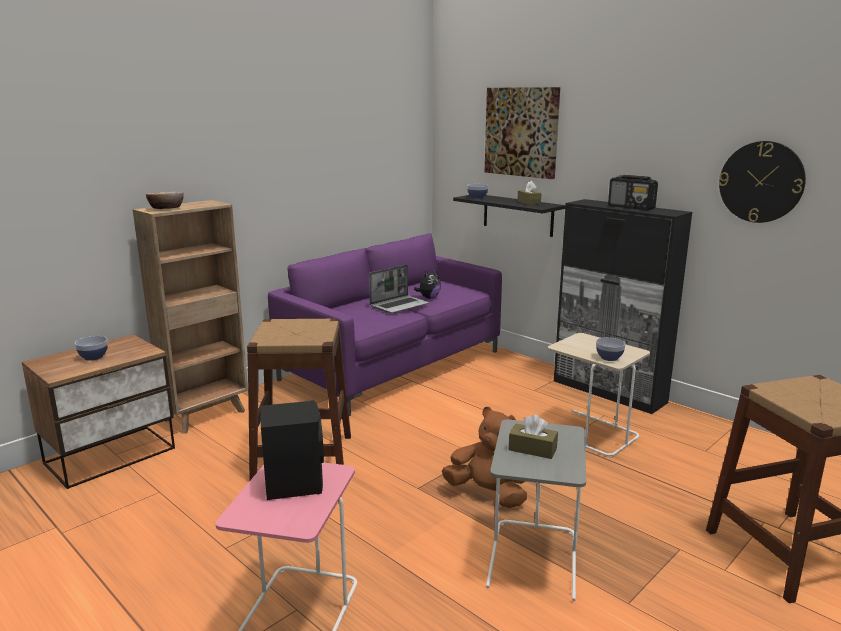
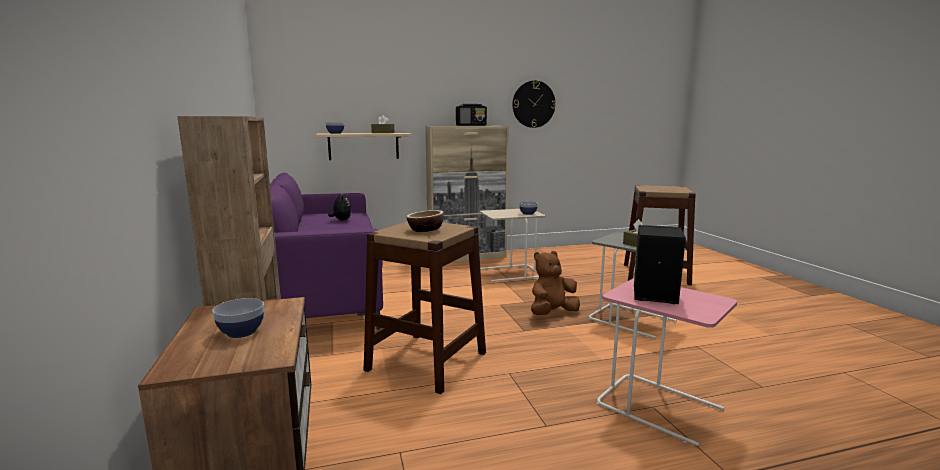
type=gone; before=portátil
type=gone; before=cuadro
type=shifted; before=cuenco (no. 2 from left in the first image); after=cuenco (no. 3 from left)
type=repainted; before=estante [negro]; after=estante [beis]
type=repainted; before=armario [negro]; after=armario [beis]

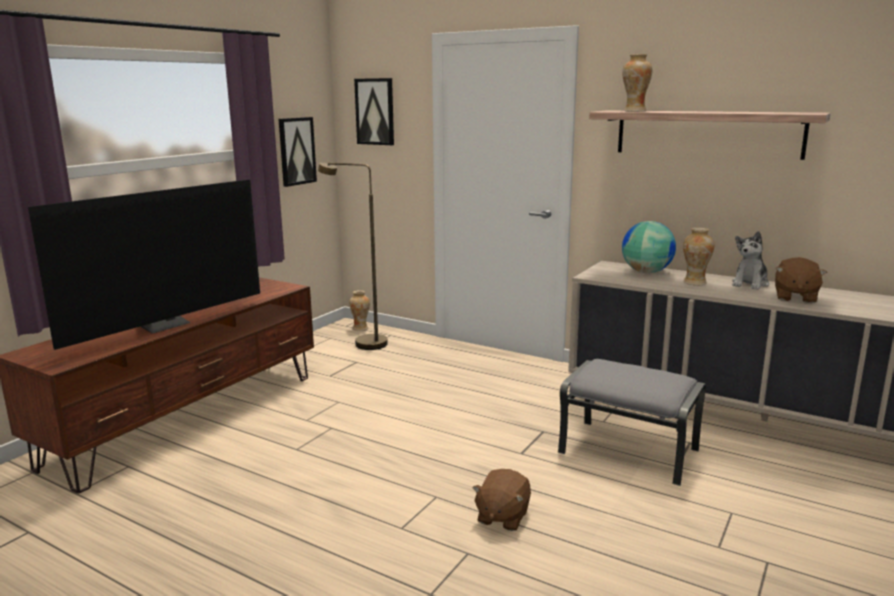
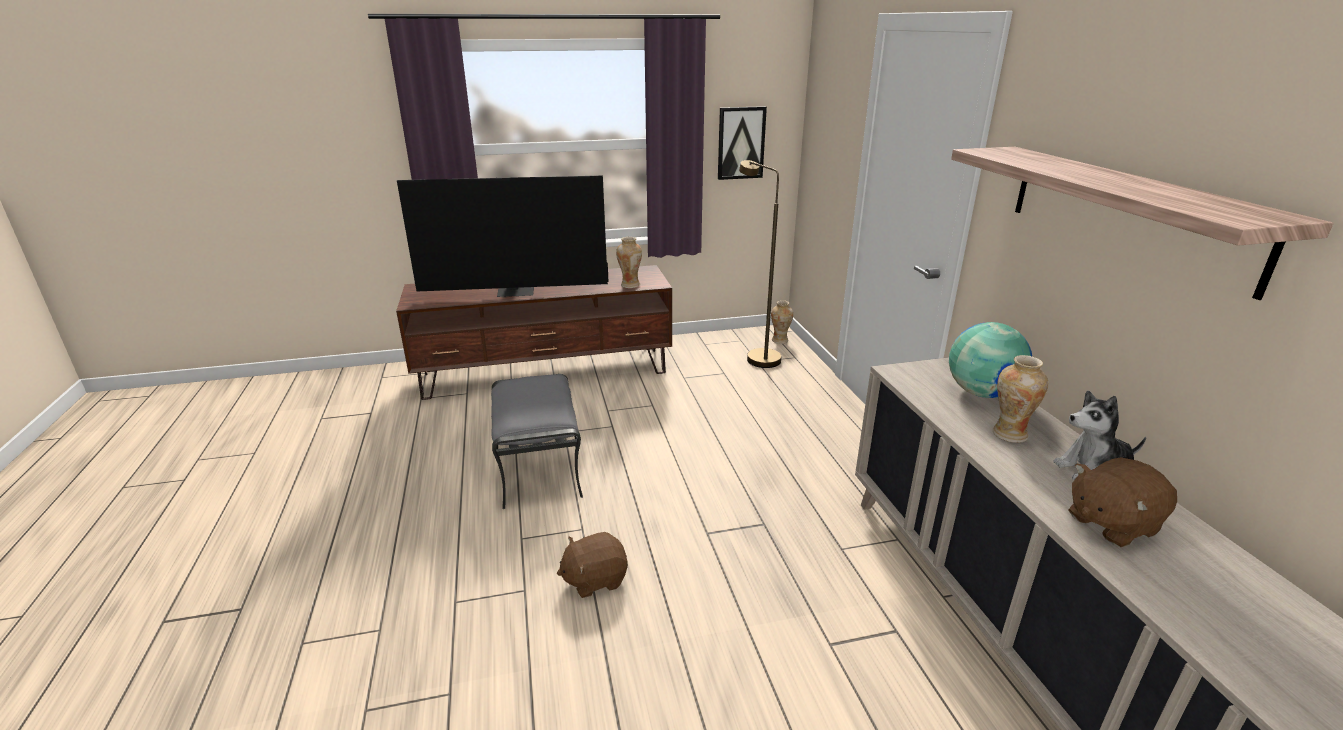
type=gone; before=cuadro (no. 2 from left)
type=shifted; before=puf [gris]
type=shifted; before=florero (no. 2 from left in the first image); after=florero (no. 1 from left)

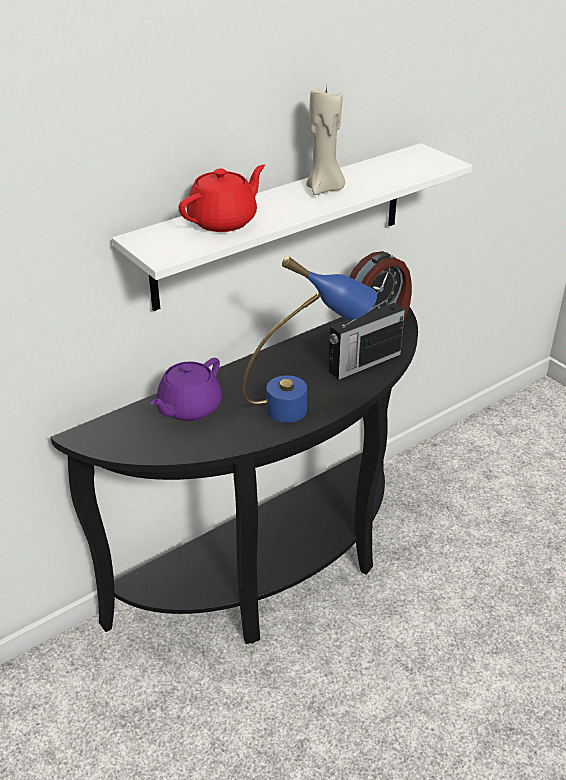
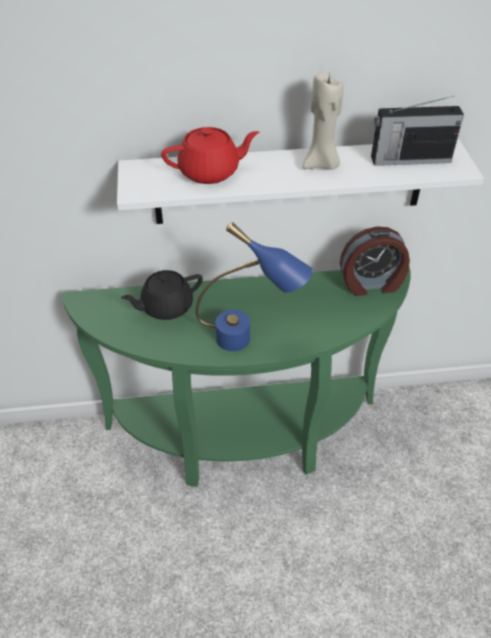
type=shifted; before=radio
type=repainted; before=mesa consola [negro]; after=mesa consola [verde]
type=repainted; before=tetera [morado]; after=tetera [negro]

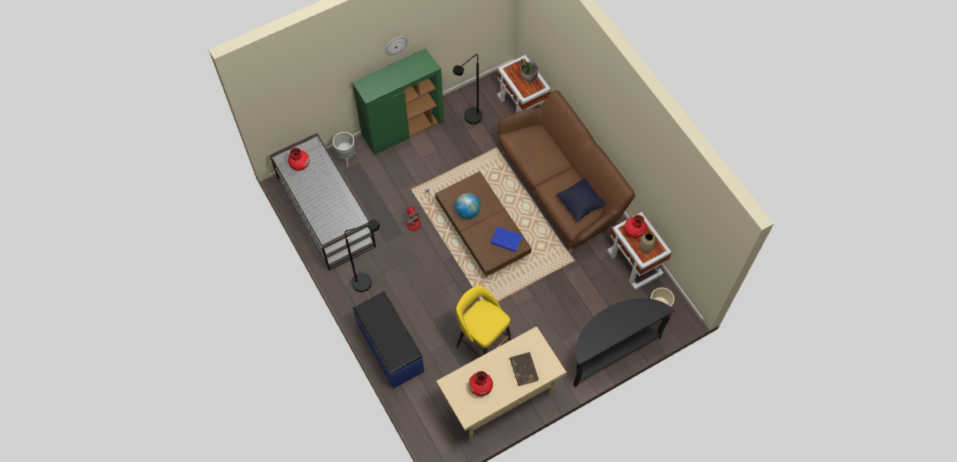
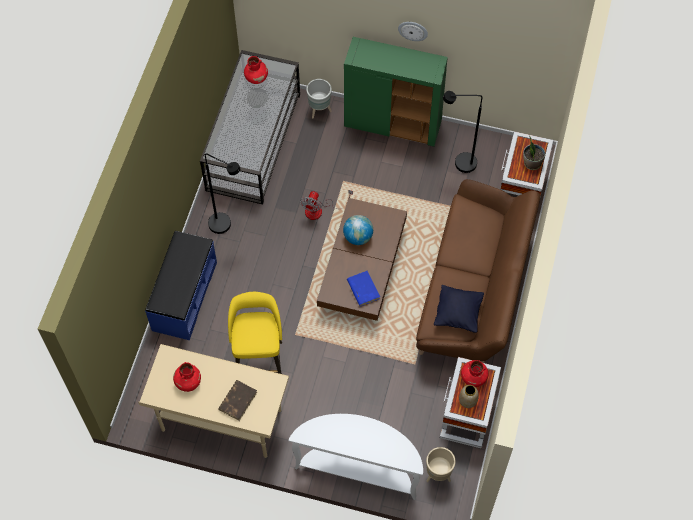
type=repainted; before=mesa consola [negro]; after=mesa consola [blanco]

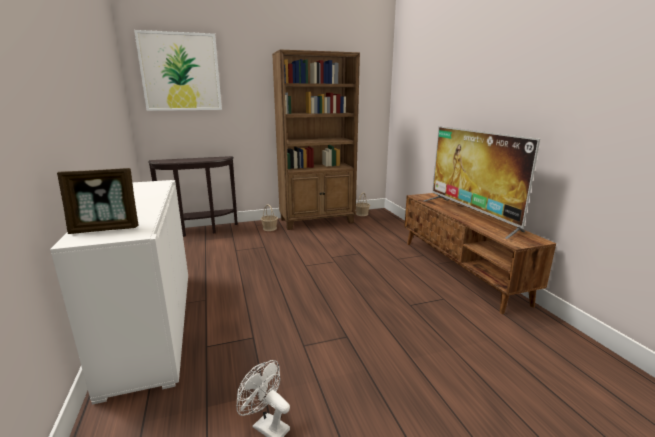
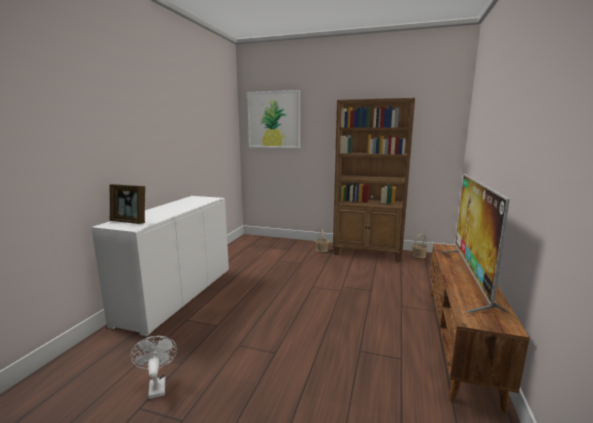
type=gone; before=mesa consola [marrón]

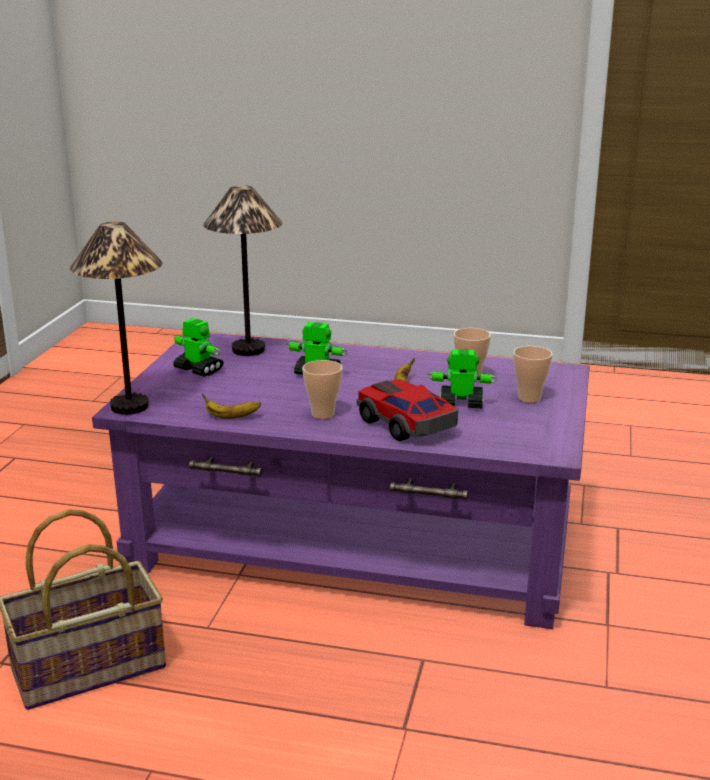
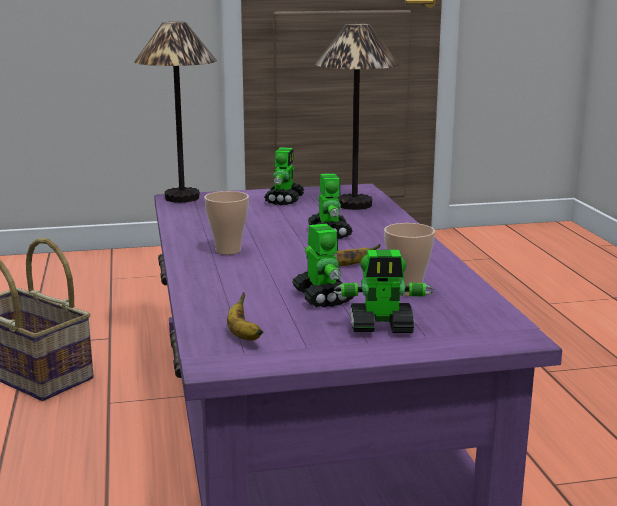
type=gone; before=coche de juguete
type=shifted; before=plátano (no. 1 from left)
type=swapped; before=taza (no. 3 from left); after=robot de juguete (no. 4 from left)

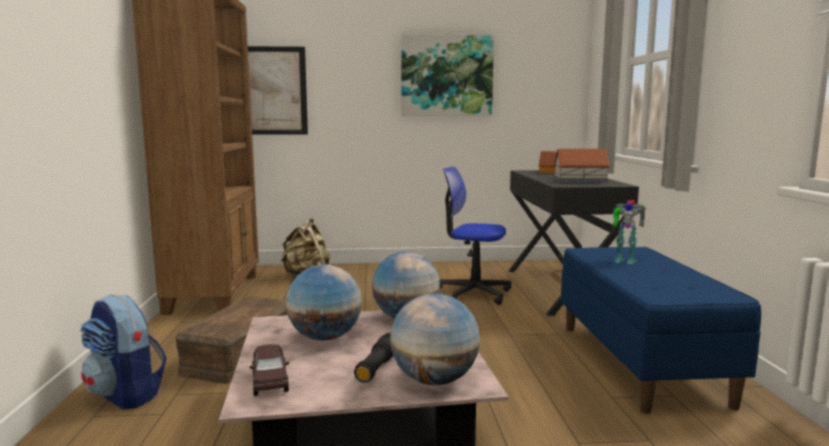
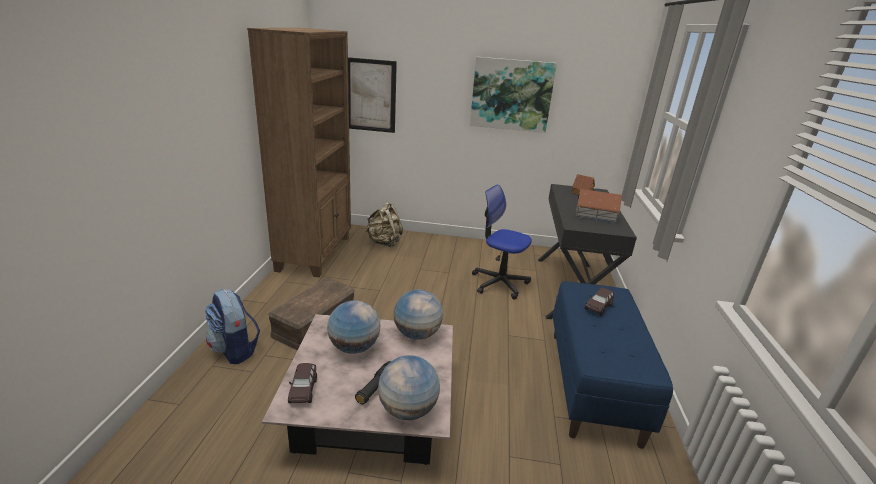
type=swapped; before=robot de juguete; after=coche de juguete [marrón] (no. 2 from left)

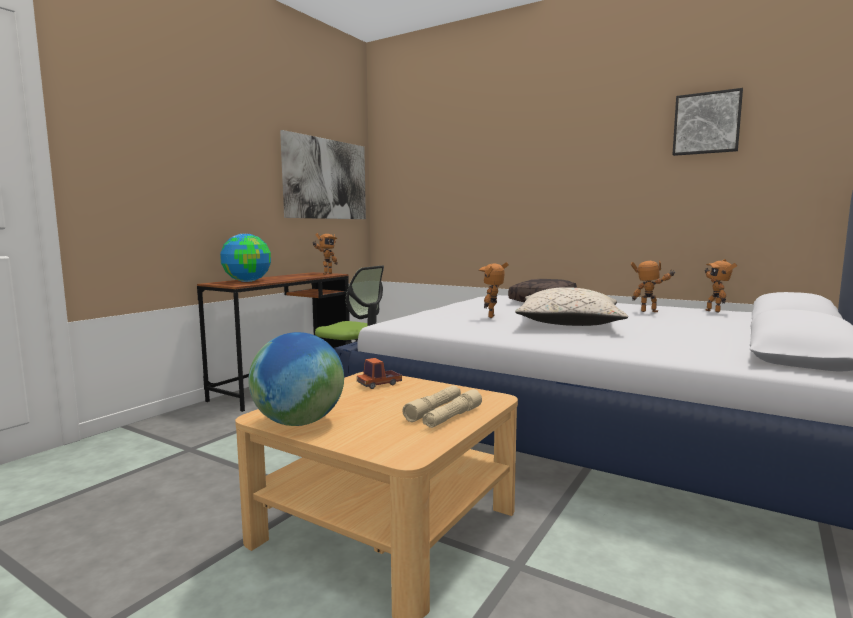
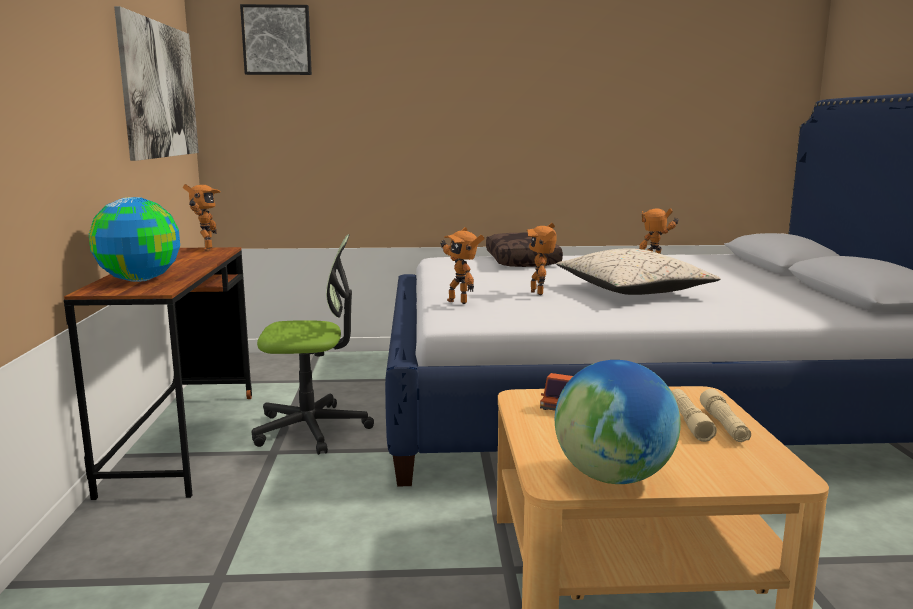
type=shifted; before=cuadro (no. 2 from left)
type=shifted; before=robot de juguete (no. 4 from left in the first image); after=robot de juguete (no. 2 from left)

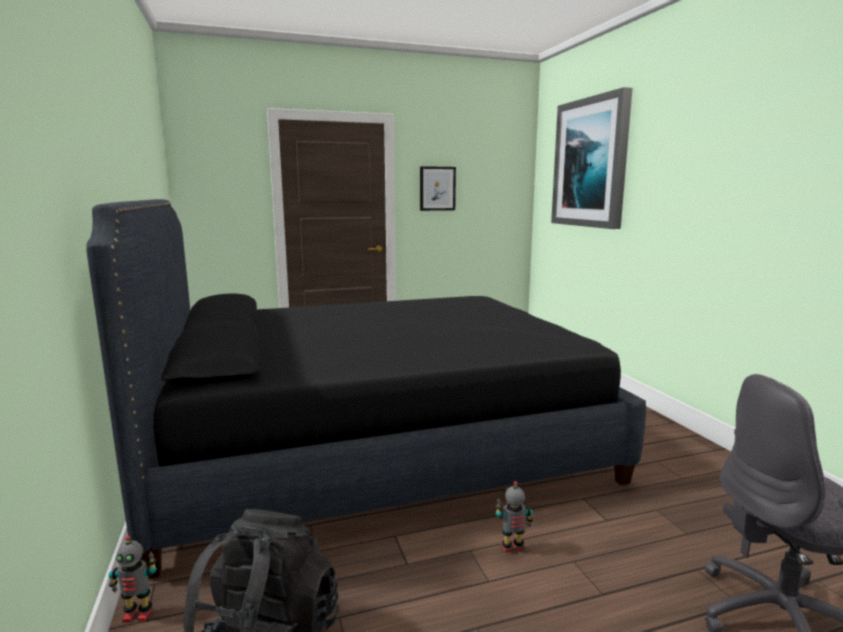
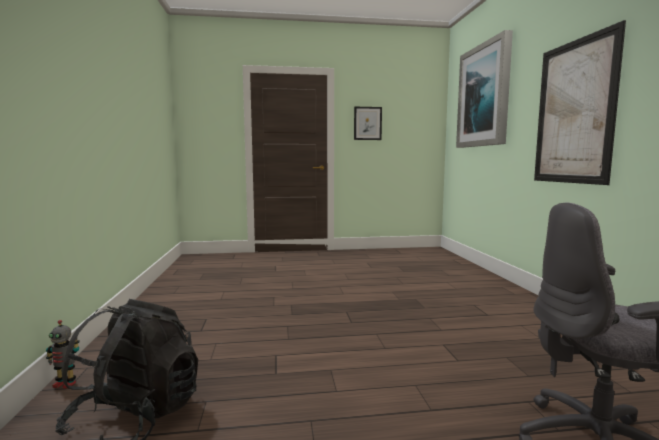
type=gone; before=cama [negro]
type=gone; before=robot de juguete (no. 2 from left)
type=new; after=cuadro (no. 3 from left)

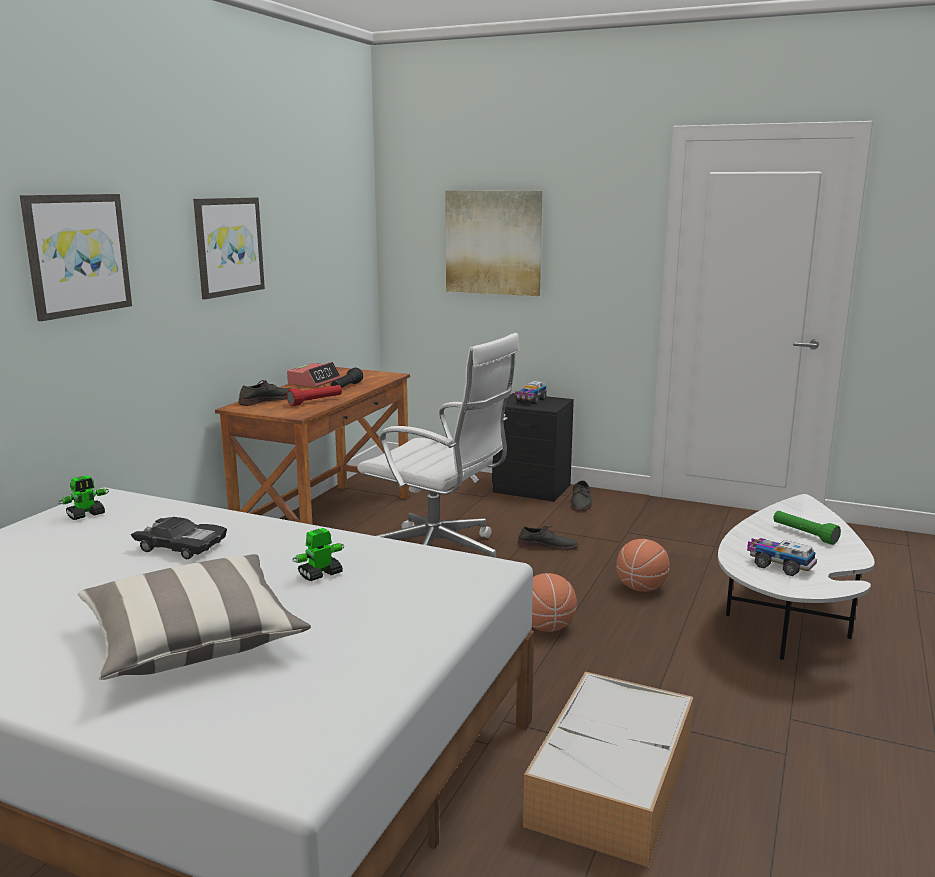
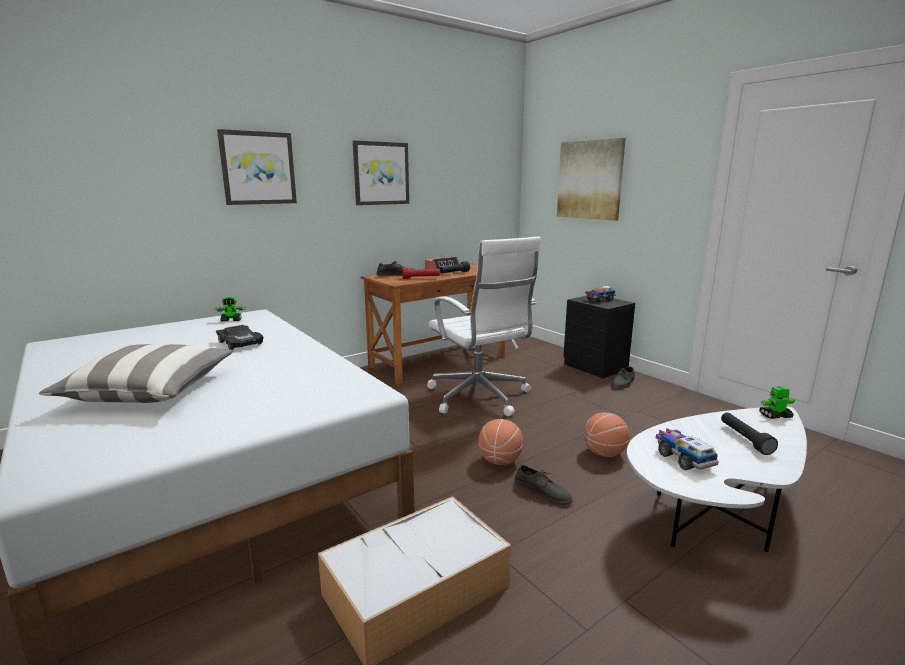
type=shifted; before=robot de juguete (no. 2 from left)
type=shifted; before=zapato [gris] (no. 2 from left)
type=repainted; before=linterna [verde]; after=linterna [negro] (no. 2 from left)

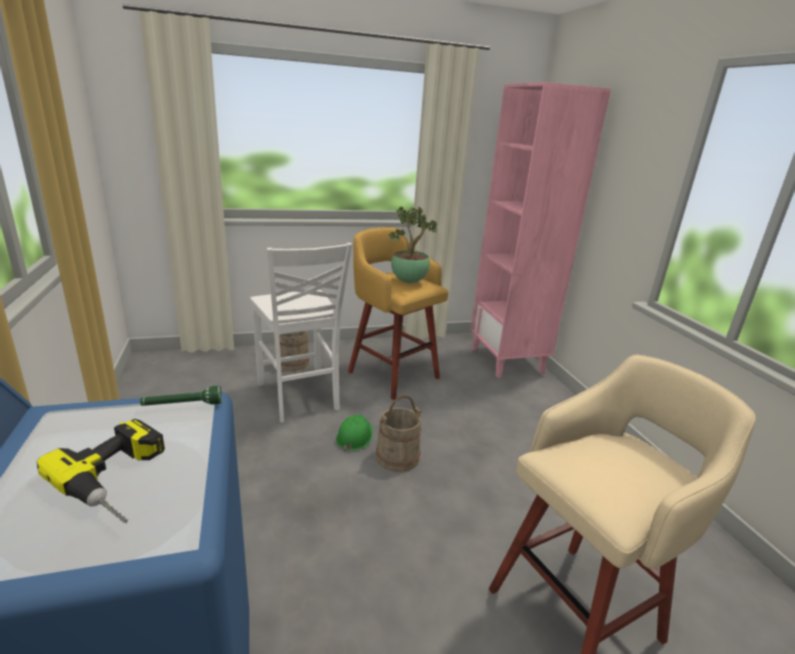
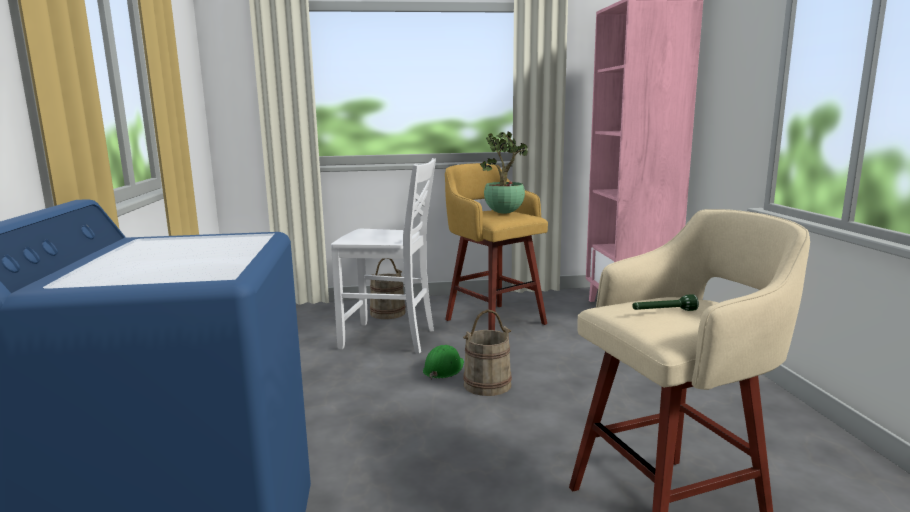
type=gone; before=taladro
type=shifted; before=linterna [verde]
type=rotated; before=silla [blanco]; turn=-60

